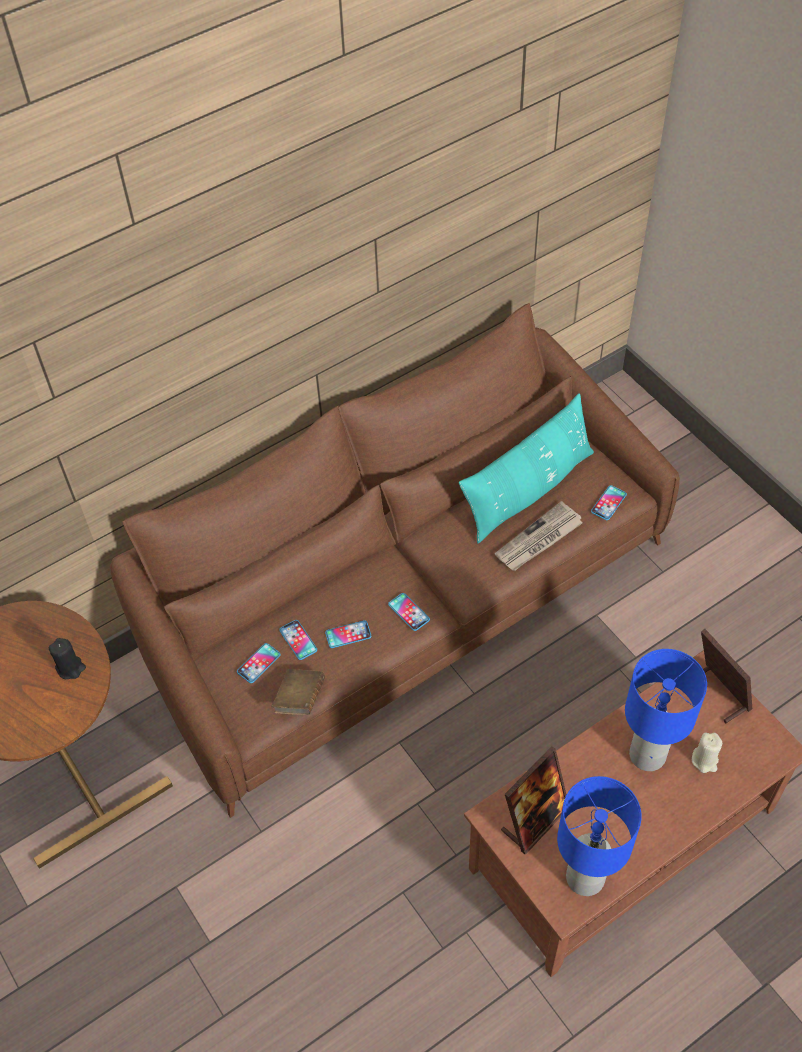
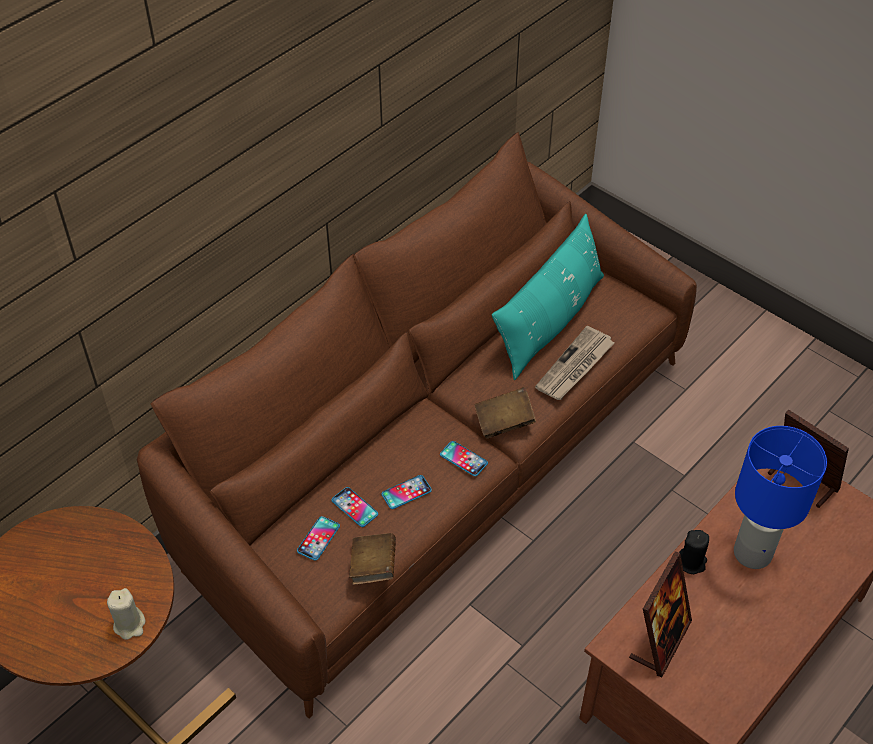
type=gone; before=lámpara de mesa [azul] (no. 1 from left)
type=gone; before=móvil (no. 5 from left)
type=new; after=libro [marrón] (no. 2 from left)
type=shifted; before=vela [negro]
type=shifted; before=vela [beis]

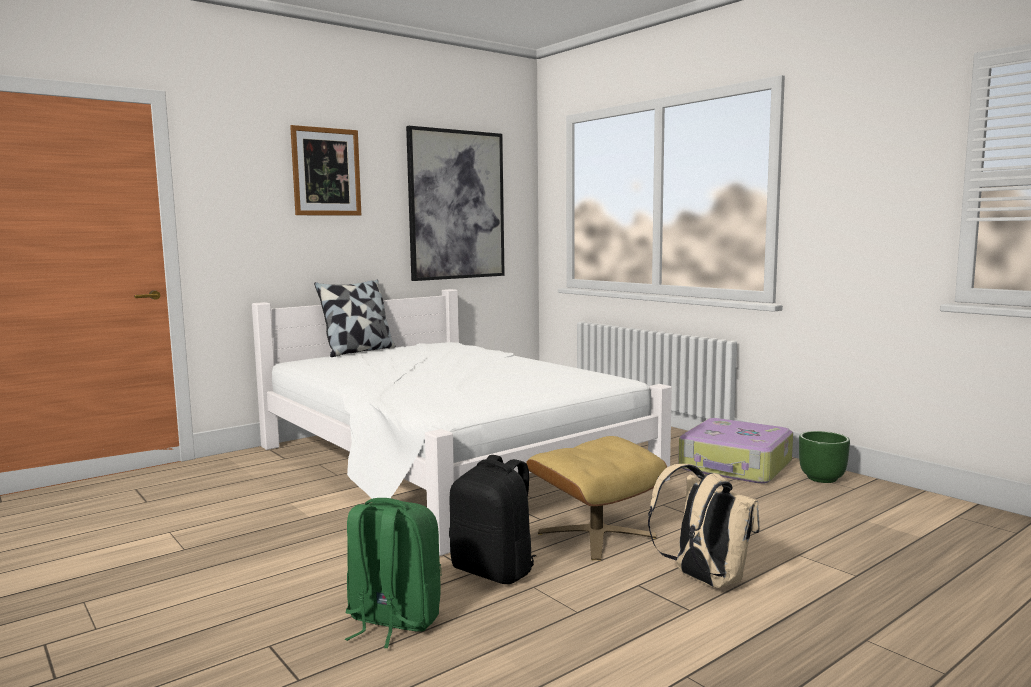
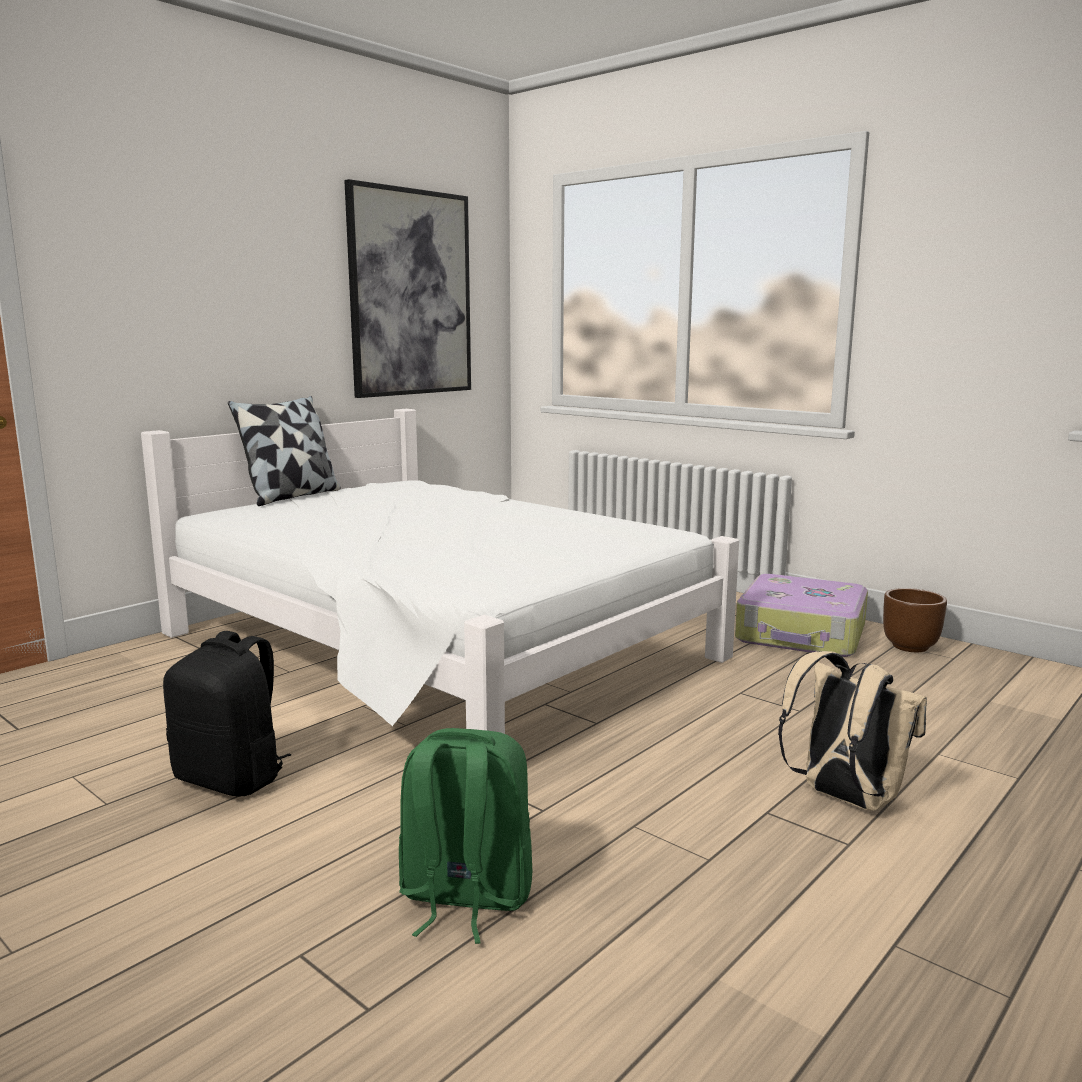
type=gone; before=cuadro (no. 1 from left)
type=gone; before=puf [beis]
type=shifted; before=mochila [negro]
type=repainted; before=maceta [verde]; after=maceta [marrón]

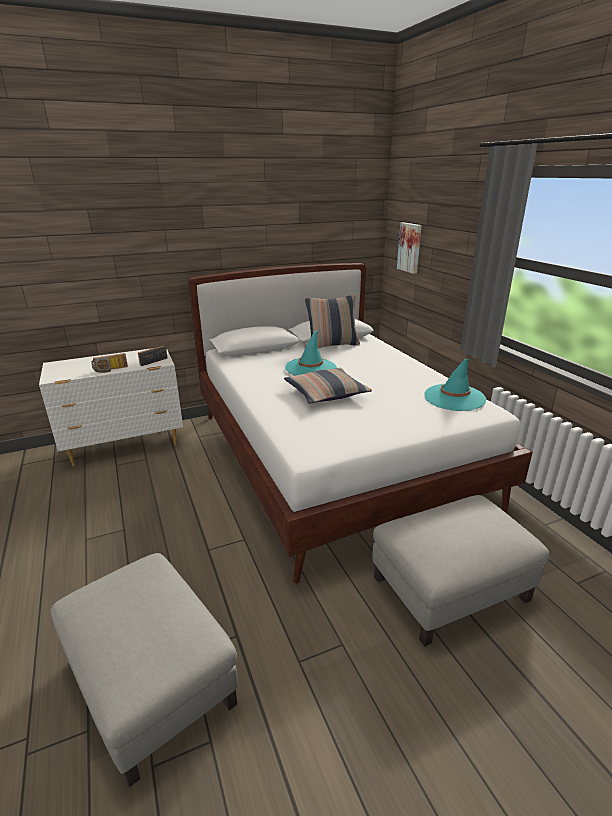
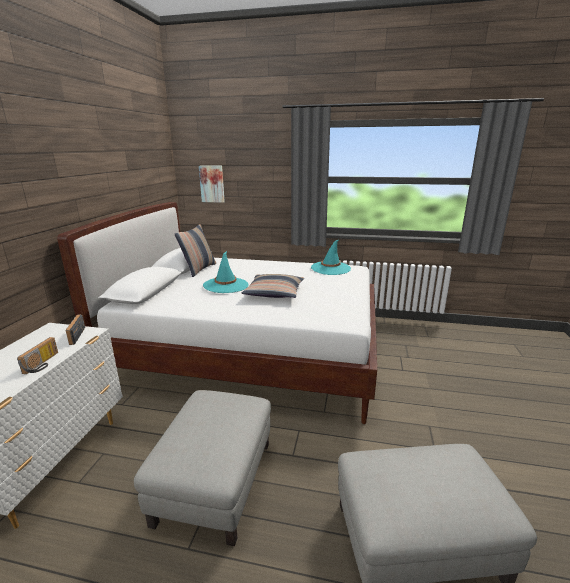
type=shifted; before=puf [gris] (no. 2 from left in the first image); after=puf [gris] (no. 1 from left)

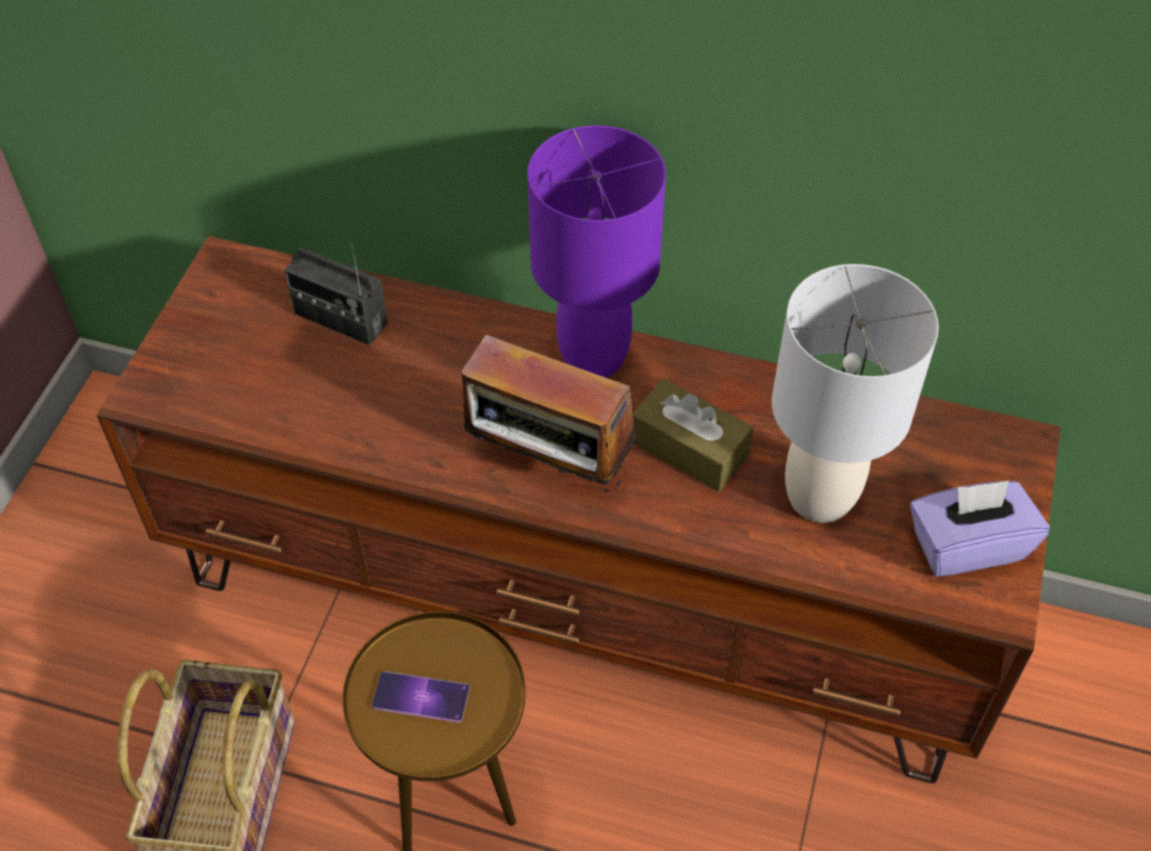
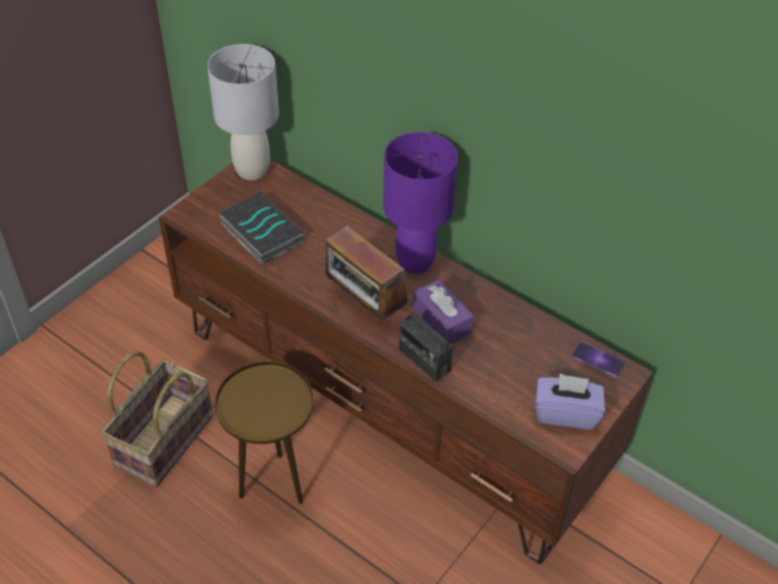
type=new; after=libro
type=shifted; before=radio (no. 1 from left in the first image); after=radio (no. 2 from left)
type=shifted; before=móvil
type=shifted; before=lámpara de mesa [gris]
type=repainted; before=caja de pañuelos [marrón]; after=caja de pañuelos [morado] (no. 1 from left)

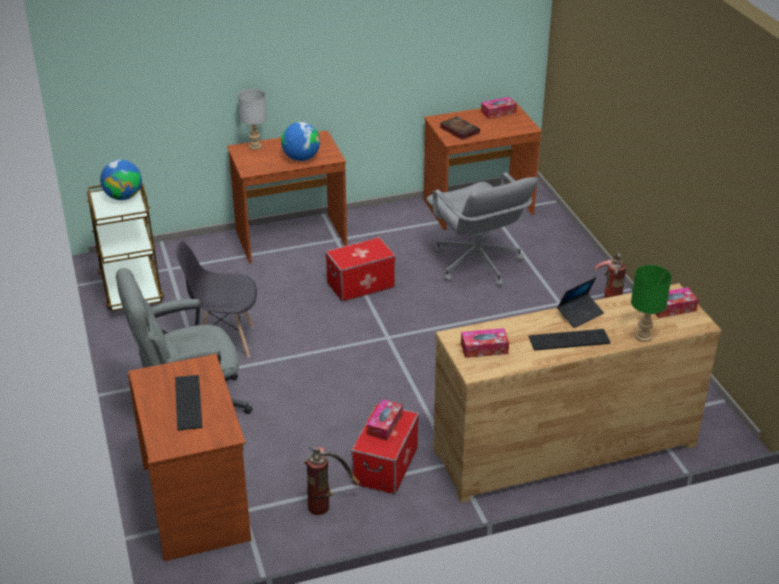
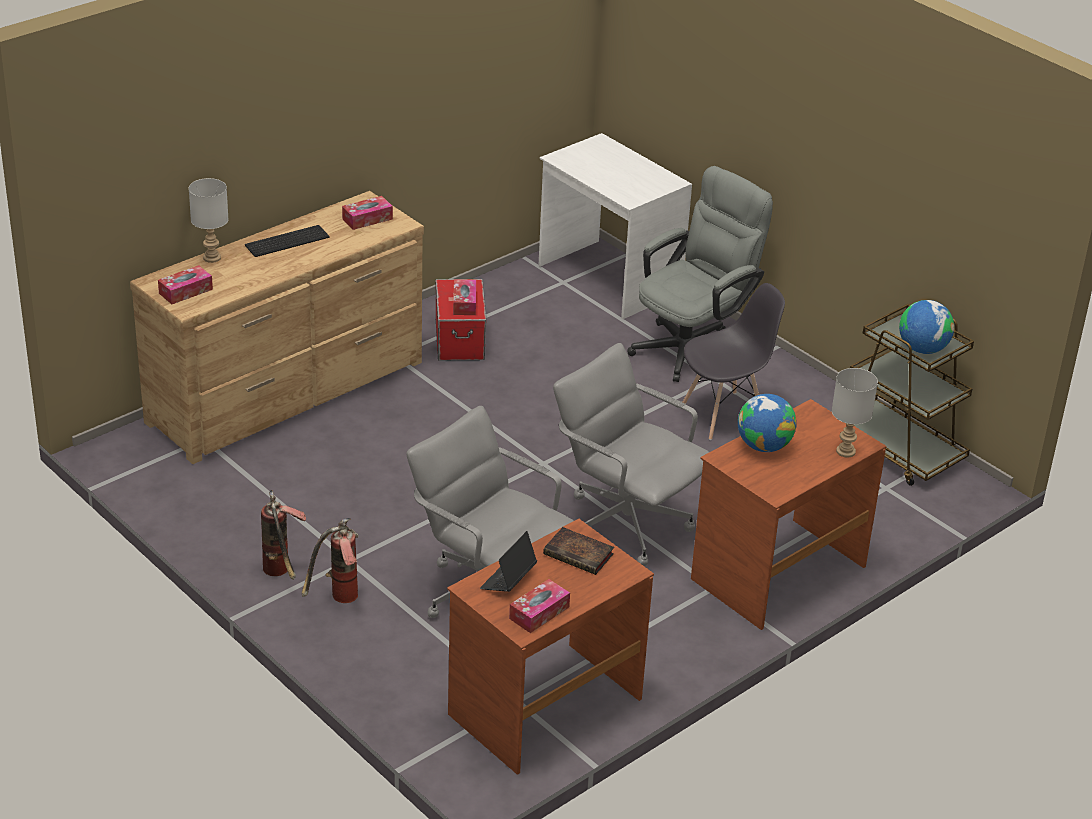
type=gone; before=teclado (no. 1 from left)
type=shifted; before=extintor (no. 1 from left in the first image); after=extintor (no. 2 from left)
type=shifted; before=portátil
type=swapped; before=caja de almacenaje (no. 1 from left); after=silla de oficina [gris] (no. 2 from left)
type=repainted; before=escritorio [marrón] (no. 1 from left); after=escritorio [blanco]
type=repainted; before=lámpara de mesa [verde]; after=lámpara de mesa [gris] (no. 1 from left)

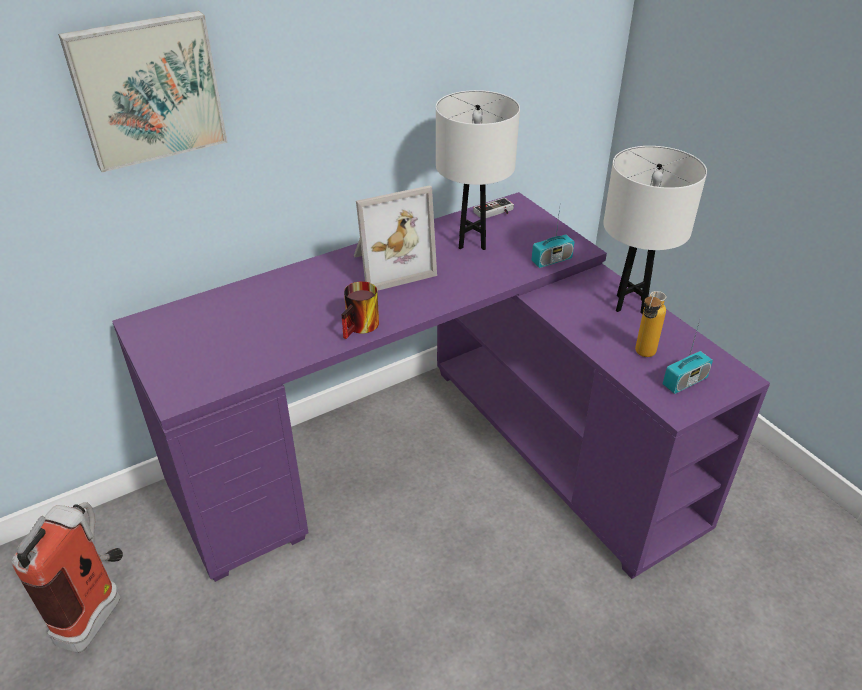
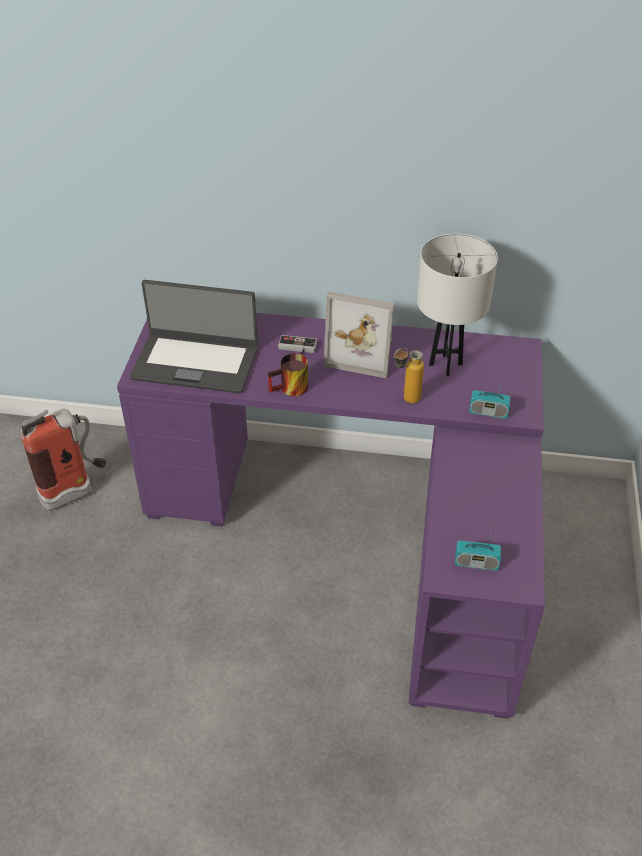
type=gone; before=cuadro
type=gone; before=lámpara de mesa [blanco] (no. 2 from left)
type=new; after=portátil
type=shifted; before=mando de consola
type=shifted; before=botella

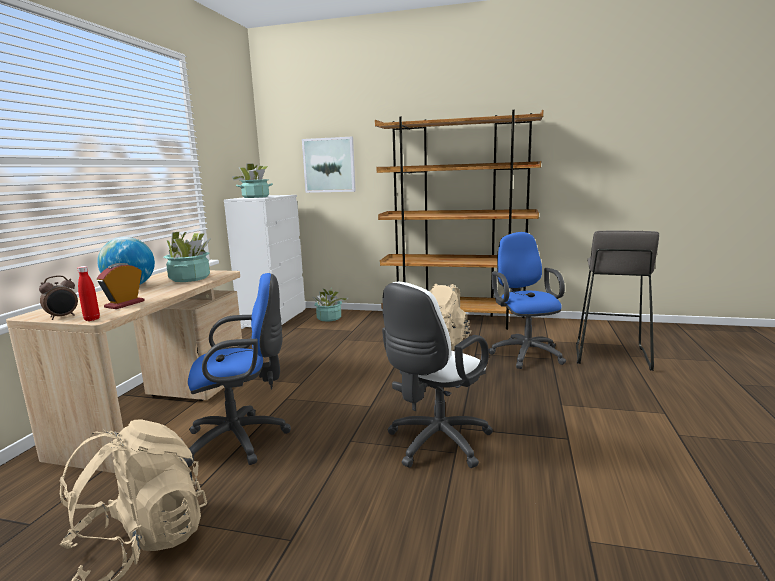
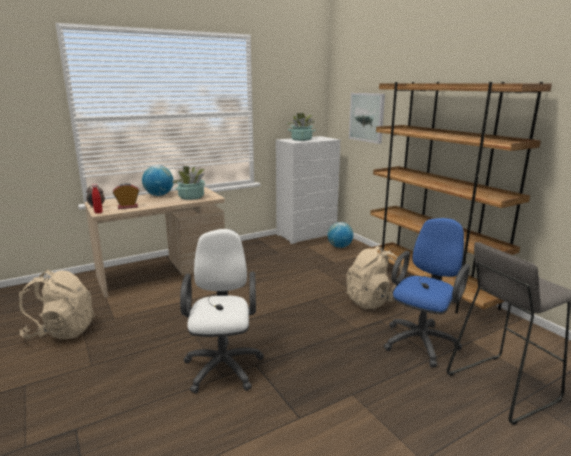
type=gone; before=silla de oficina [azul] (no. 1 from left)
type=swapped; before=planta en maceta (no. 3 from left); after=globo terráqueo (no. 2 from left)
type=rotated; before=silla de oficina [blanco]; turn=90

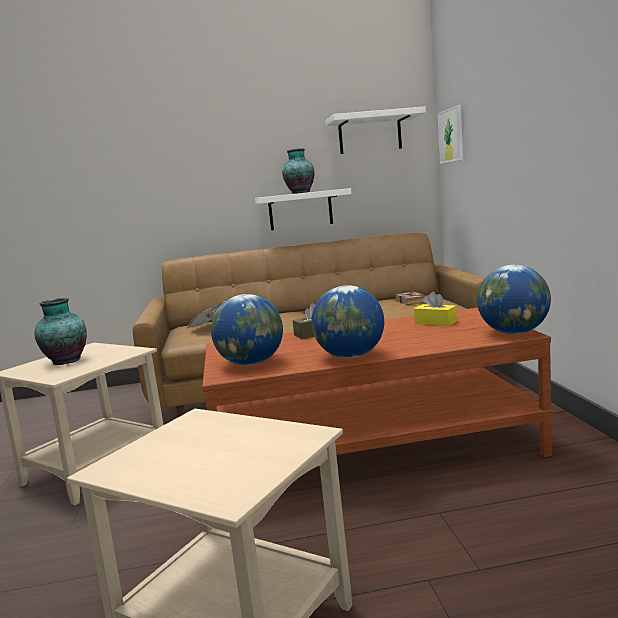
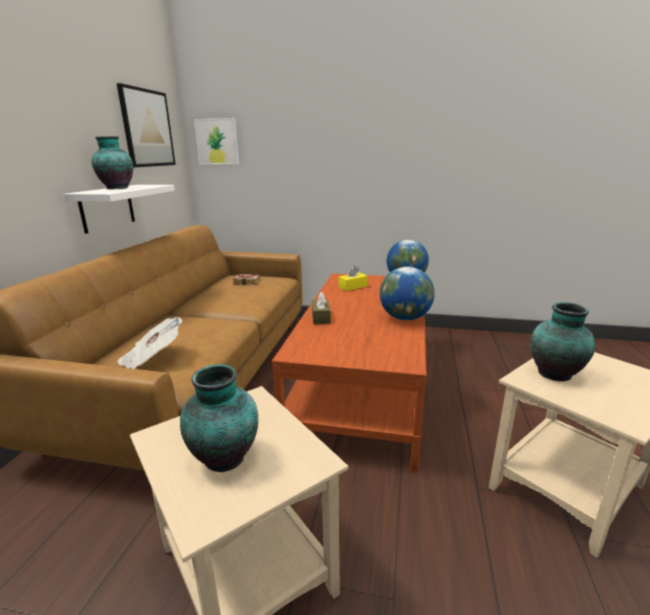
type=gone; before=globo terráqueo (no. 1 from left)
type=new; after=florero (no. 3 from left)
type=swapped; before=estante [blanco] (no. 2 from left); after=cuadro (no. 1 from left)

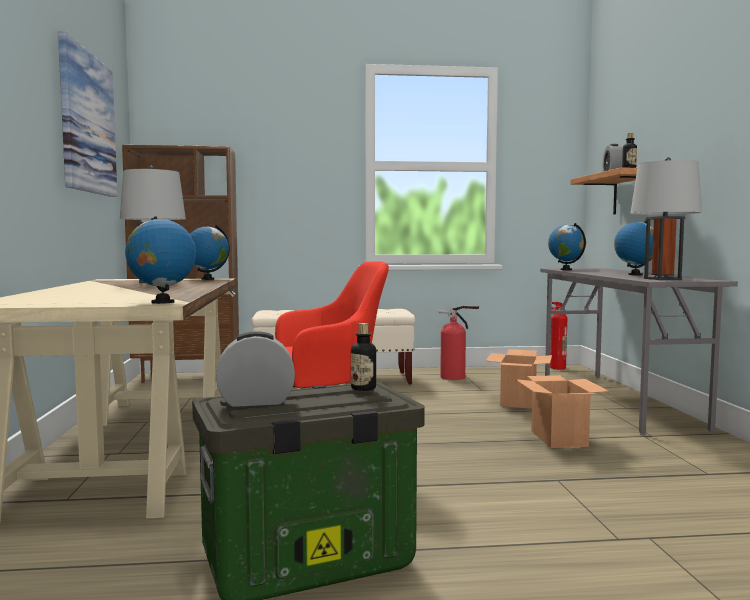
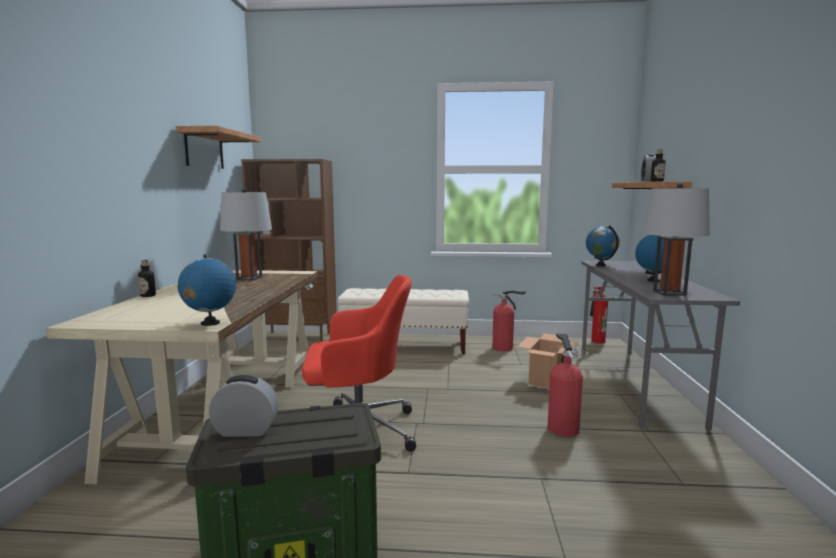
type=gone; before=globo terráqueo (no. 2 from left)
type=shifted; before=botella (no. 1 from left)
type=swapped; before=cuadro; after=estante (no. 1 from left)
type=swapped; before=caja de cartón (no. 2 from left); after=extintor (no. 2 from left)

